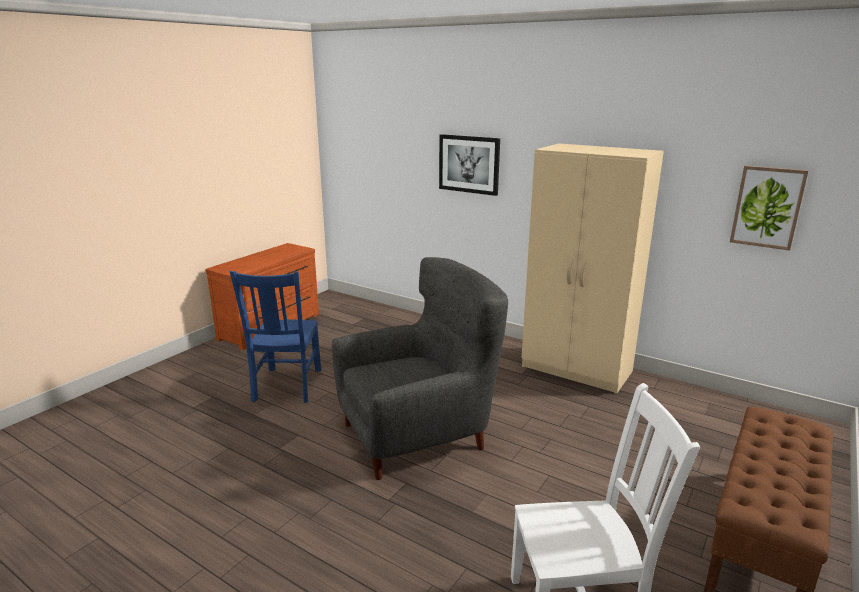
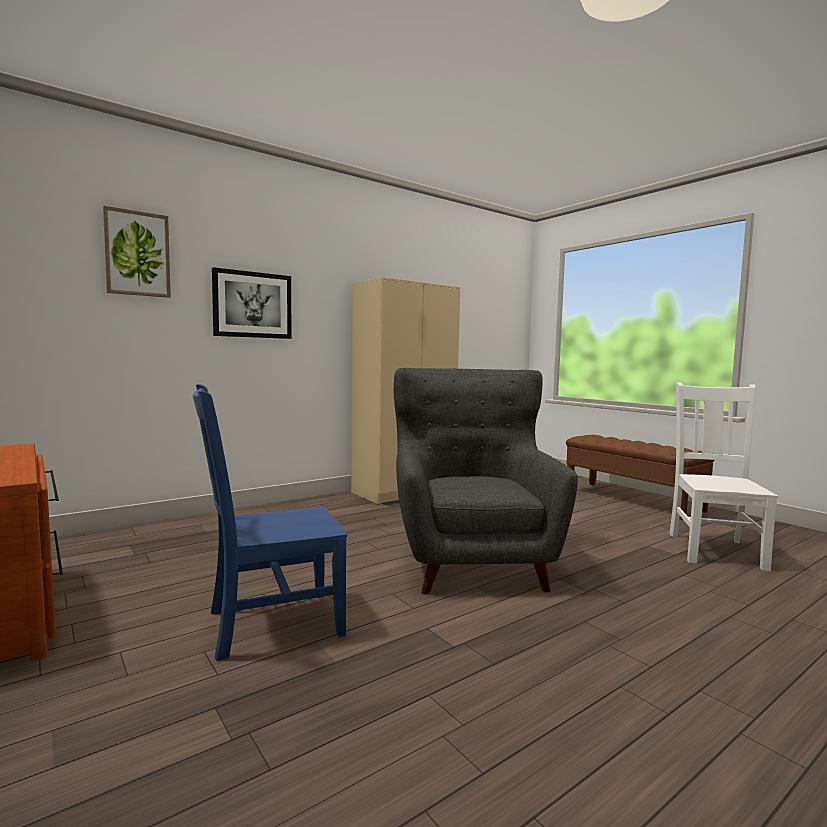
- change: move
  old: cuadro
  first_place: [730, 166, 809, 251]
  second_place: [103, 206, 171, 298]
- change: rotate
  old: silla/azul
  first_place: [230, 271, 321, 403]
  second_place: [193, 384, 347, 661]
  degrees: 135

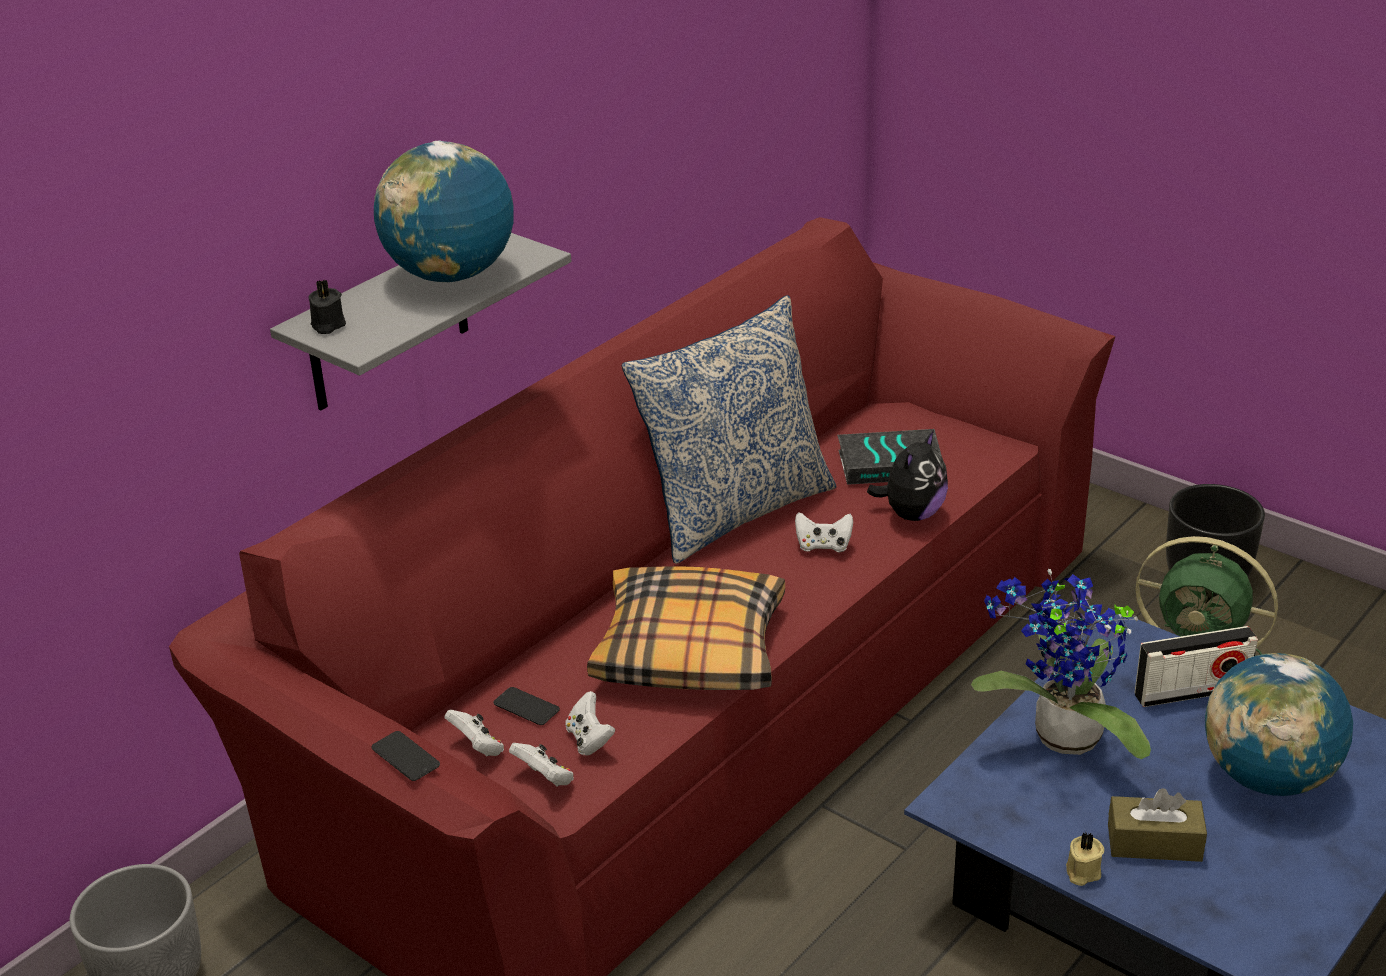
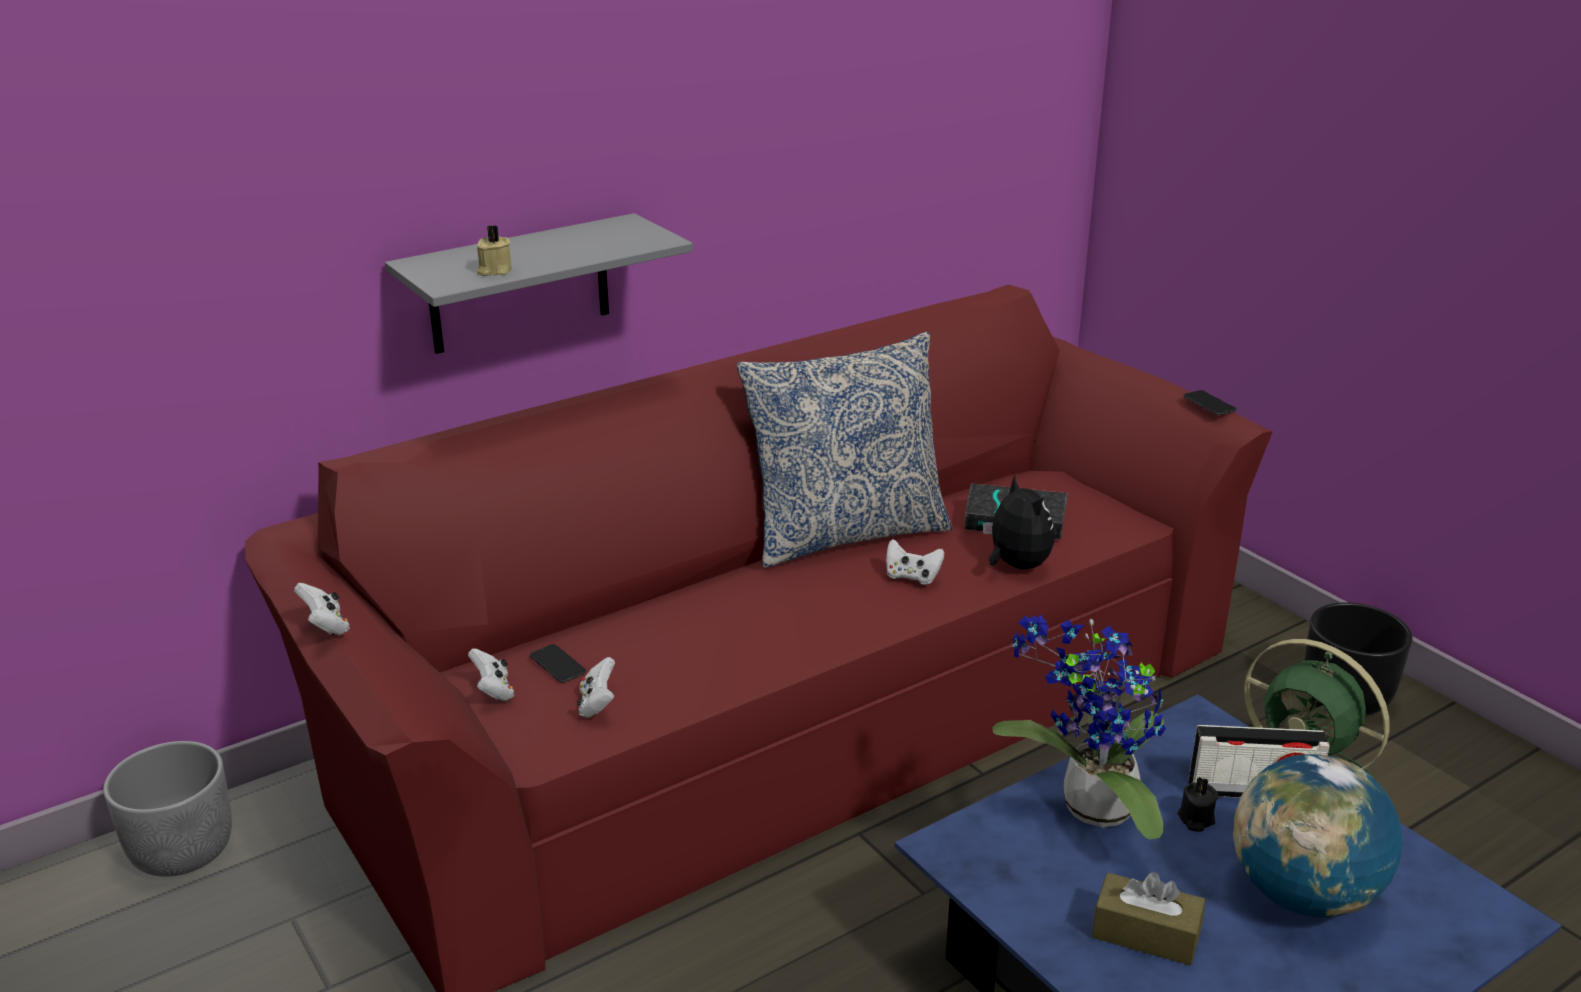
- change: delete
  old: globo terráqueo
  first_place: [374, 141, 514, 283]
- change: delete
  old: cojín
  first_place: [587, 566, 785, 690]
- change: move
  old: vela/negro
  first_place: [308, 279, 346, 334]
  second_place: [1177, 777, 1219, 832]
- change: move
  old: móvil
  first_place: [371, 731, 440, 781]
  second_place: [1183, 390, 1237, 415]
- change: move
  old: mando de consola/blanco
  first_place: [509, 743, 574, 786]
  second_place: [294, 583, 350, 635]
- change: move
  old: vela/beis
  first_place: [1066, 833, 1104, 886]
  second_place: [477, 225, 512, 276]
- change: rotate
  old: peluche
  first_place: [867, 430, 948, 521]
  second_place: [983, 475, 1054, 569]
  degrees: -75

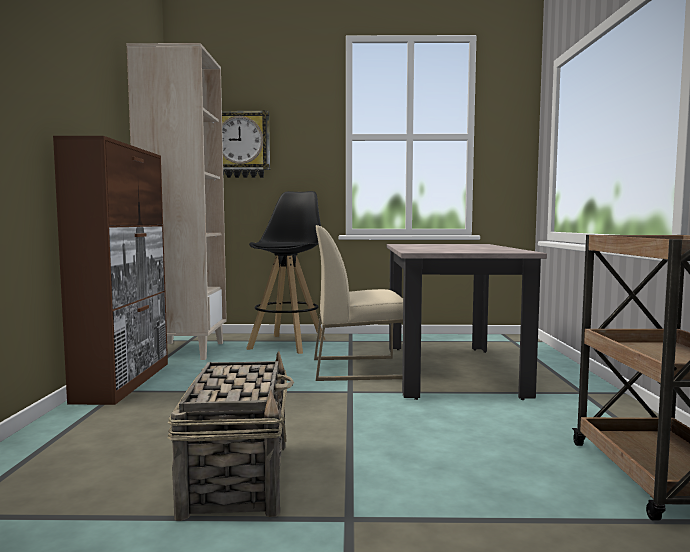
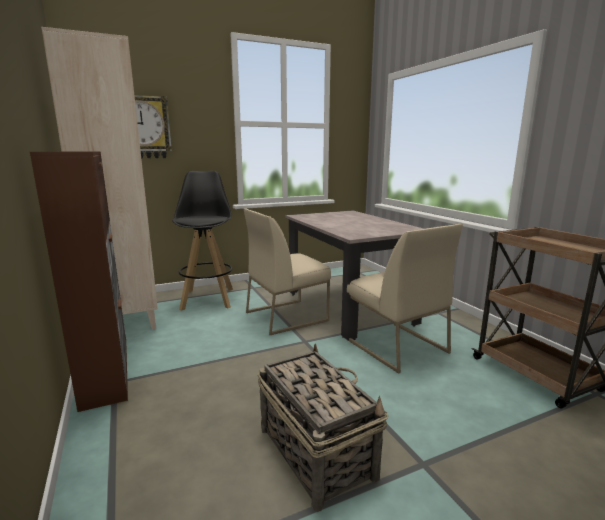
- change: insert
  new: silla/beis
  second_place: [347, 224, 463, 374]

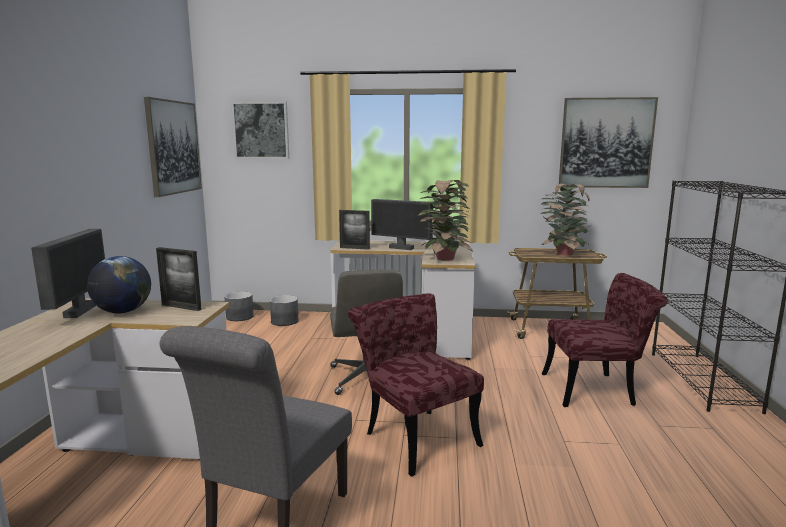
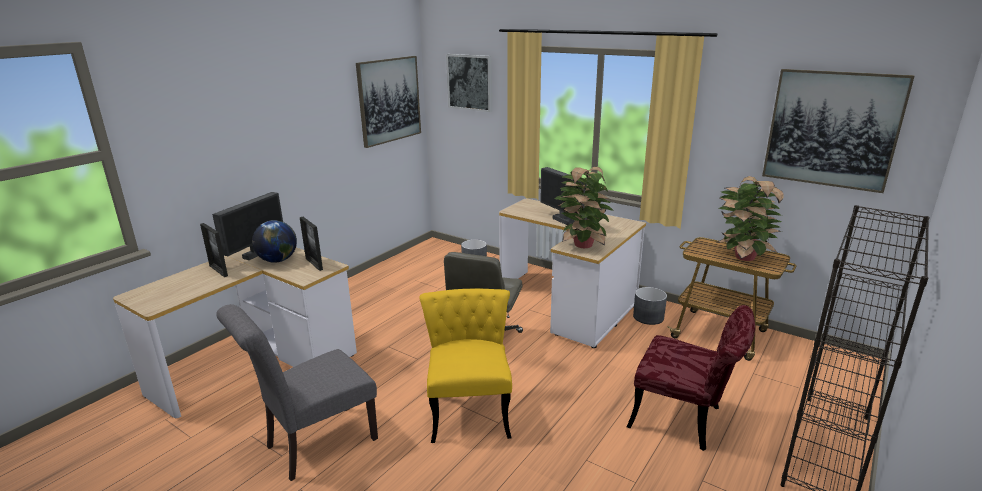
- change: move
  old: maceta/gris
  first_place: [224, 291, 254, 321]
  second_place: [633, 287, 667, 325]
- change: move
  old: portarretratos
  first_place: [339, 210, 370, 250]
  second_place: [200, 223, 228, 277]
- change: recolor
  old: silla/rojo
  new: silla/amarillo
  first_place: [348, 293, 484, 476]
  second_place: [420, 289, 512, 443]

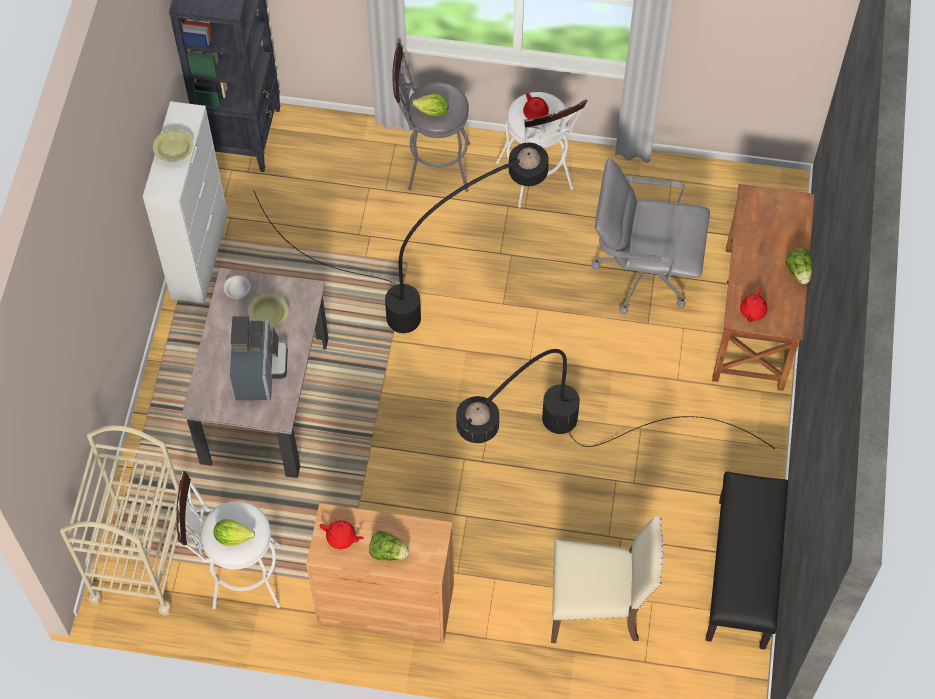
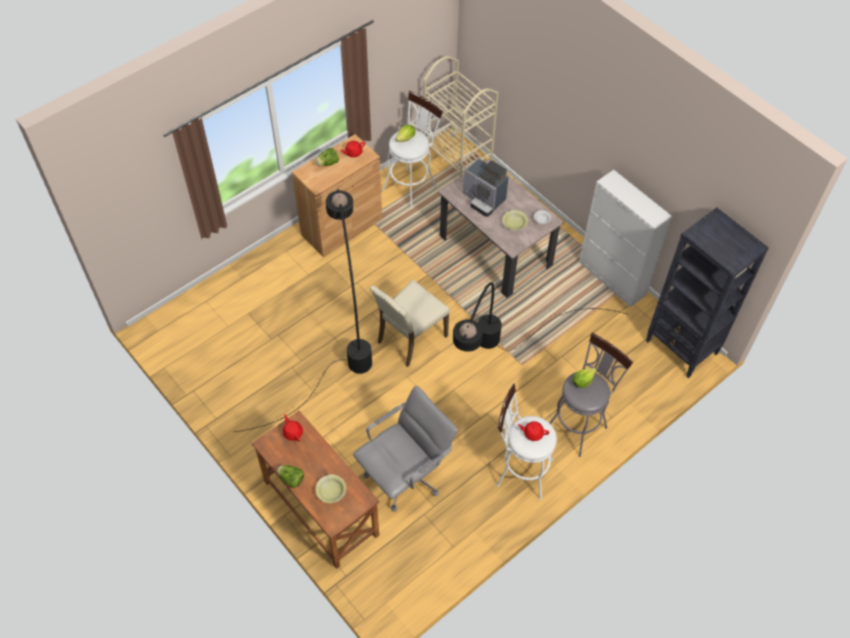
- change: delete
  old: banco/negro
  first_place: [706, 472, 788, 650]
- change: move
  old: cuenco/amarillo
  first_place: [153, 129, 193, 163]
  second_place: [315, 475, 346, 503]
- change: move
  old: silla/beis
  first_place: [551, 516, 663, 643]
  second_place: [370, 280, 450, 367]

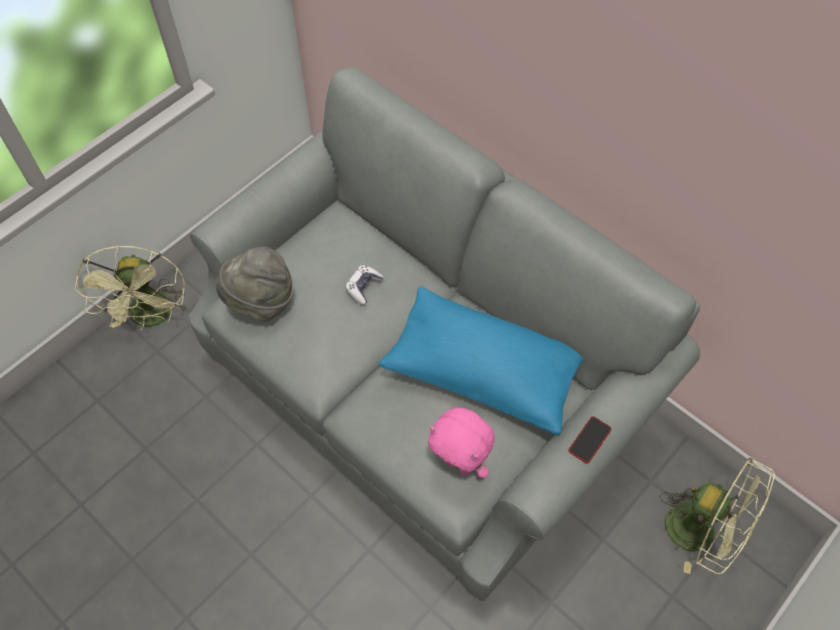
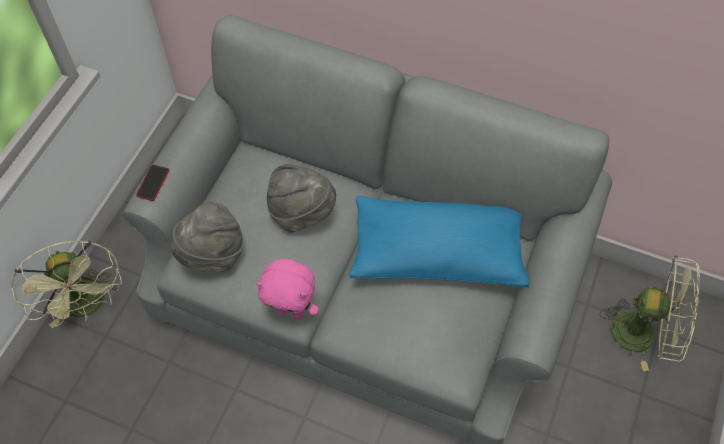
- change: move
  old: peluche/rosa
  first_place: [428, 407, 495, 478]
  second_place: [256, 259, 319, 320]
- change: move
  old: móvil
  first_place: [568, 416, 611, 463]
  second_place: [136, 165, 169, 201]
- change: replace
  old: mando de consola
  new: sombrero/gris
  first_place: [345, 265, 383, 305]
  second_place: [267, 164, 336, 232]

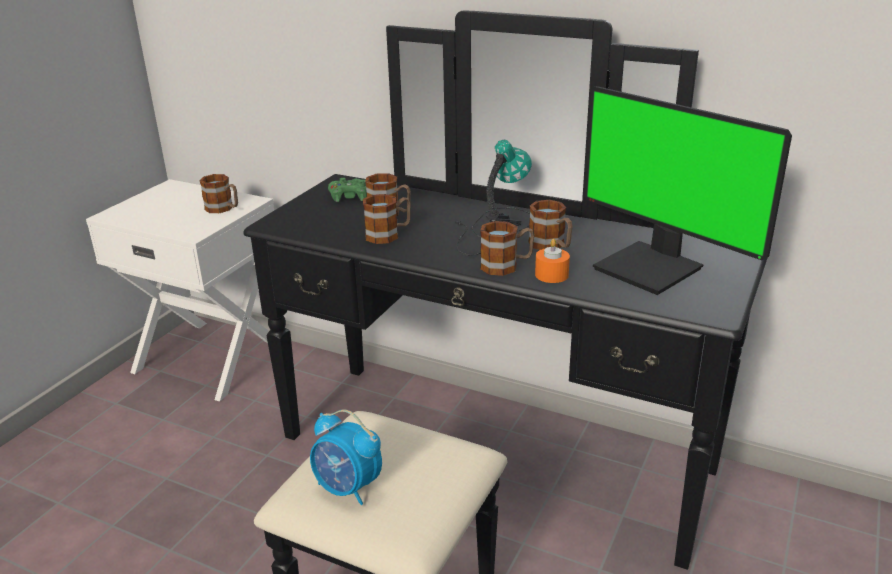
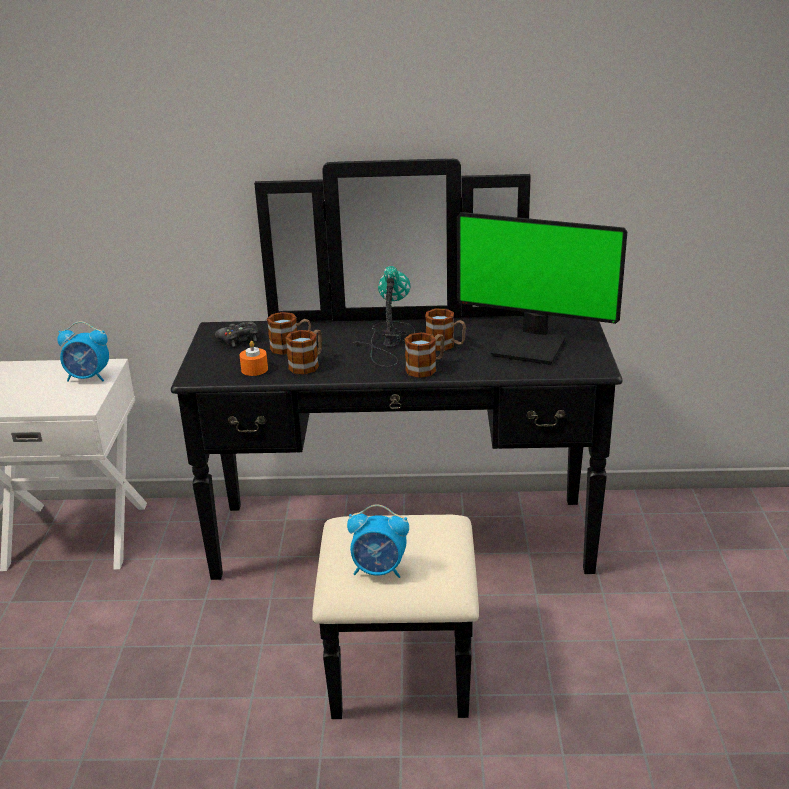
- change: move
  old: vela/naranja
  first_place: [535, 239, 570, 283]
  second_place: [239, 341, 268, 376]
- change: replace
  old: taza grande
  new: despertador
  first_place: [200, 174, 238, 213]
  second_place: [57, 321, 109, 382]
- change: recolor
  old: mando de consola/verde
  new: mando de consola/negro
  first_place: [328, 178, 367, 202]
  second_place: [215, 322, 258, 347]

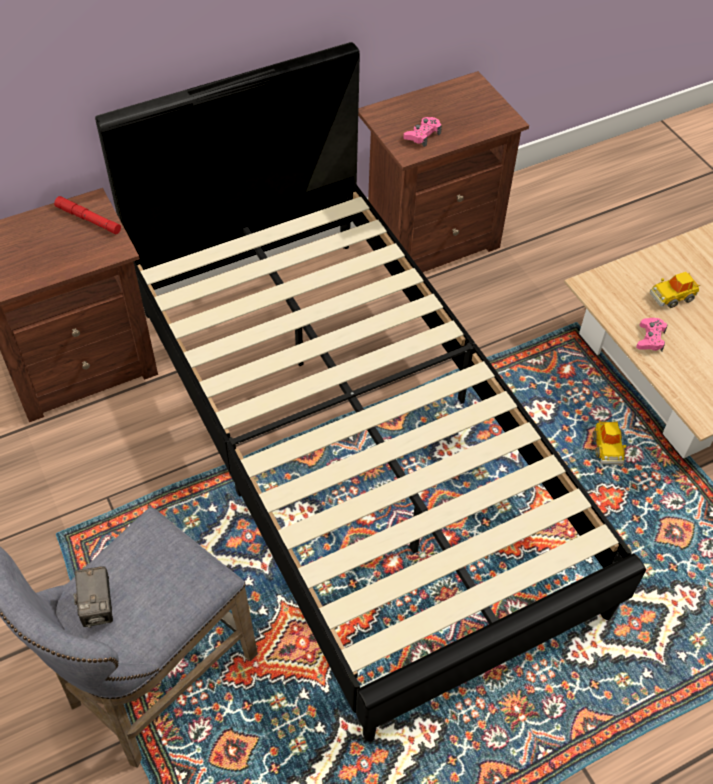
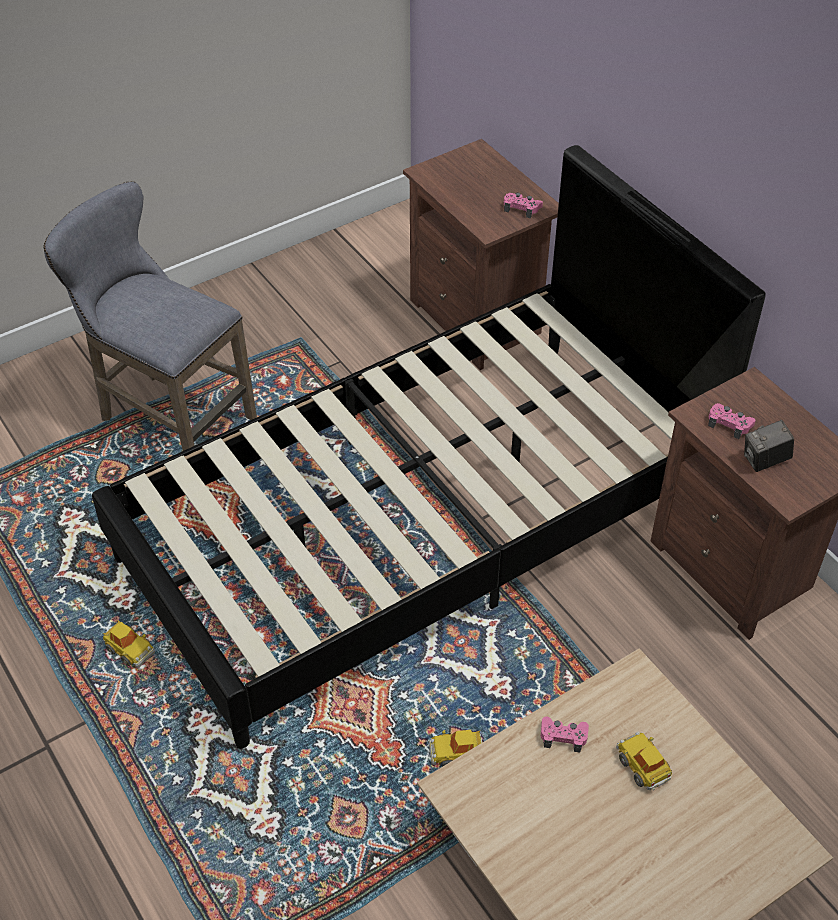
- change: insert
  new: coche de juguete
  second_place: [103, 620, 155, 668]
- change: move
  old: cámara
  first_place: [73, 566, 113, 628]
  second_place: [744, 420, 794, 472]
- change: replace
  old: linterna/rojo
  new: mando de consola/rosa
  first_place: [54, 196, 121, 234]
  second_place: [504, 193, 543, 219]

